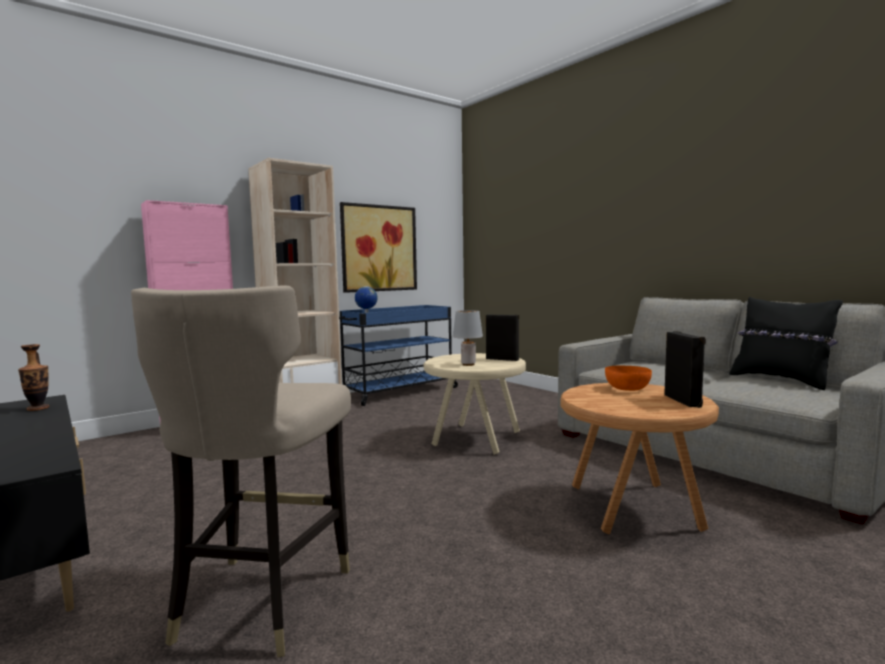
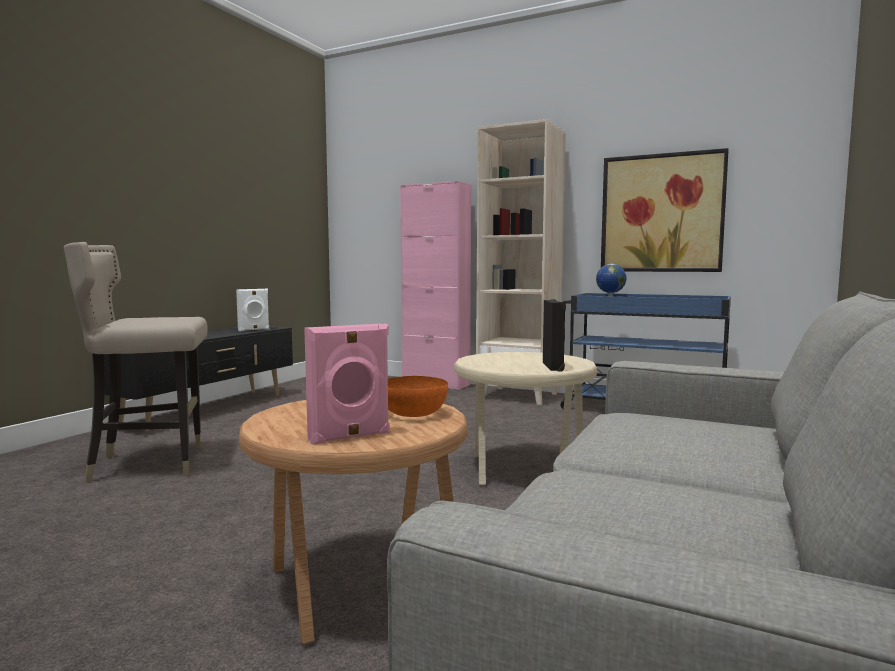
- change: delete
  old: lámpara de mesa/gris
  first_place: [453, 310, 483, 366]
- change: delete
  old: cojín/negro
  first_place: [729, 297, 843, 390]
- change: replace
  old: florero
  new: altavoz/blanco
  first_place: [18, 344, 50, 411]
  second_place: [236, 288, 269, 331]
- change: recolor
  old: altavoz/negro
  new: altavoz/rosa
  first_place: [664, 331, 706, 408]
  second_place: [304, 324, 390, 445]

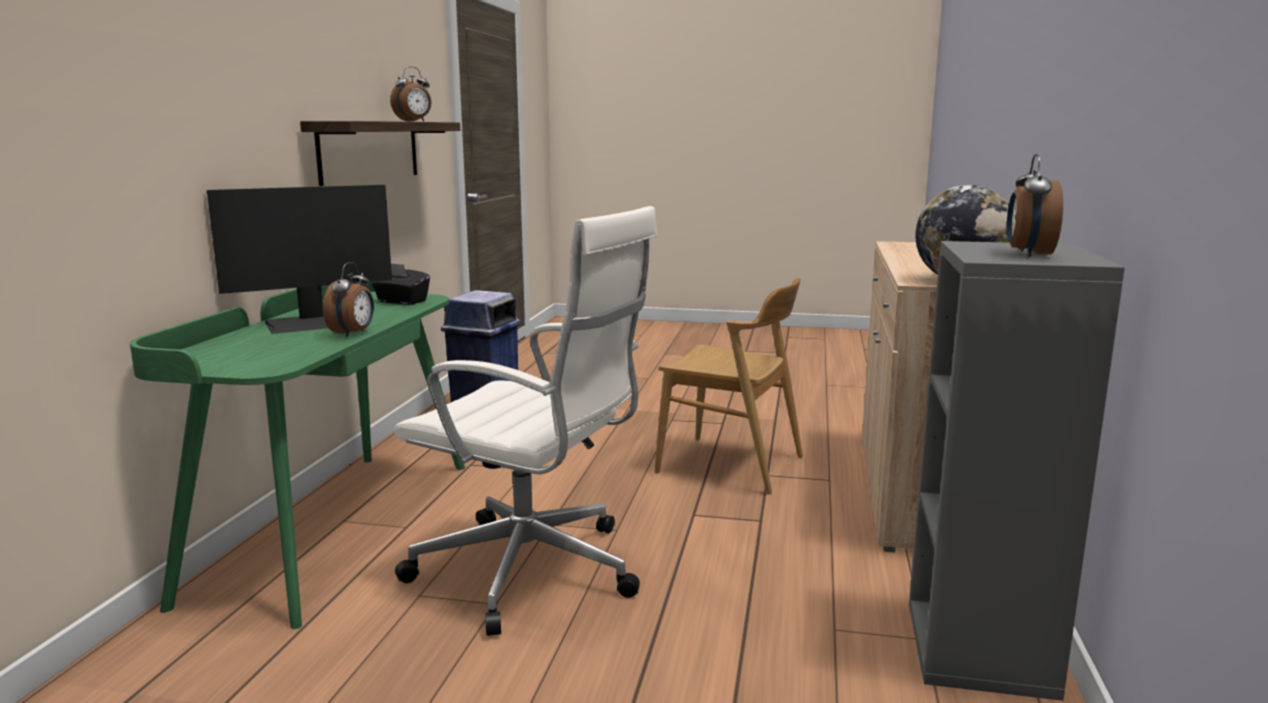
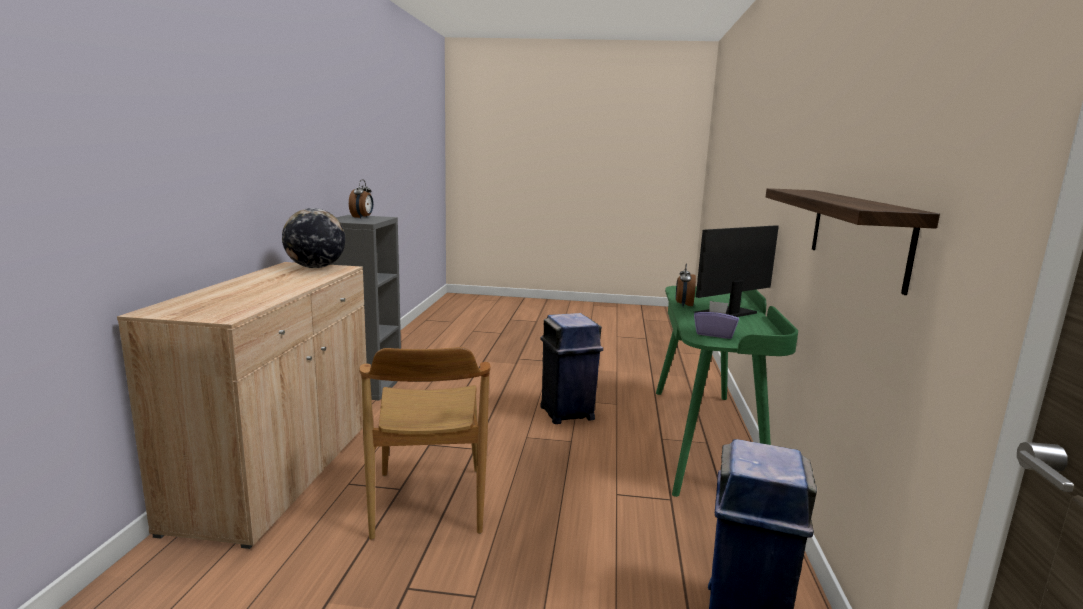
- change: delete
  old: despertador
  first_place: [390, 67, 431, 122]
- change: replace
  old: silla de oficina/blanco
  new: papelera/azul
  first_place: [394, 206, 658, 636]
  second_place: [540, 313, 603, 424]
- change: recolor
  old: caja de pañuelos/negro
  new: caja de pañuelos/morado
  first_place: [372, 264, 430, 305]
  second_place: [694, 301, 739, 339]
- change: rotate
  old: silla/marrón
  first_place: [654, 278, 803, 495]
  second_place: [359, 347, 491, 540]
  degrees: -120

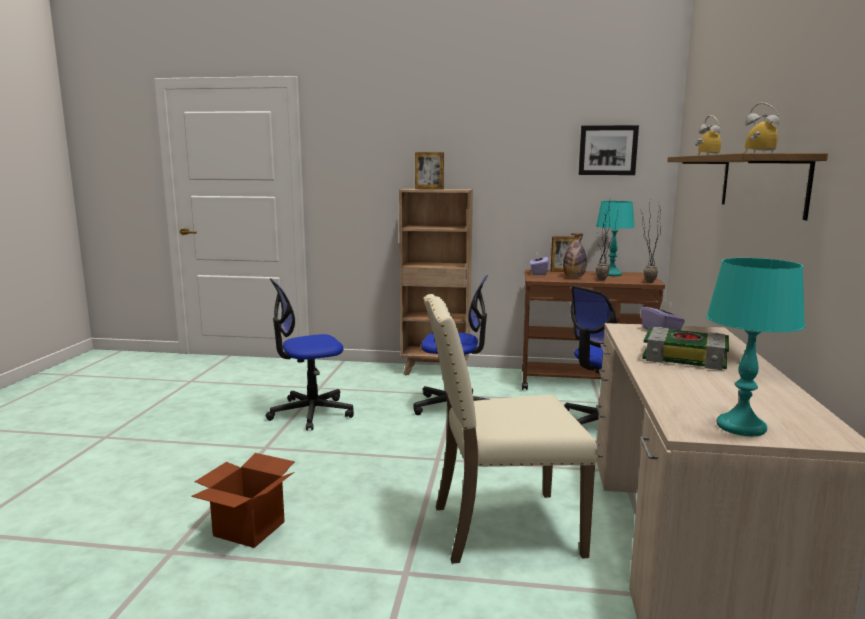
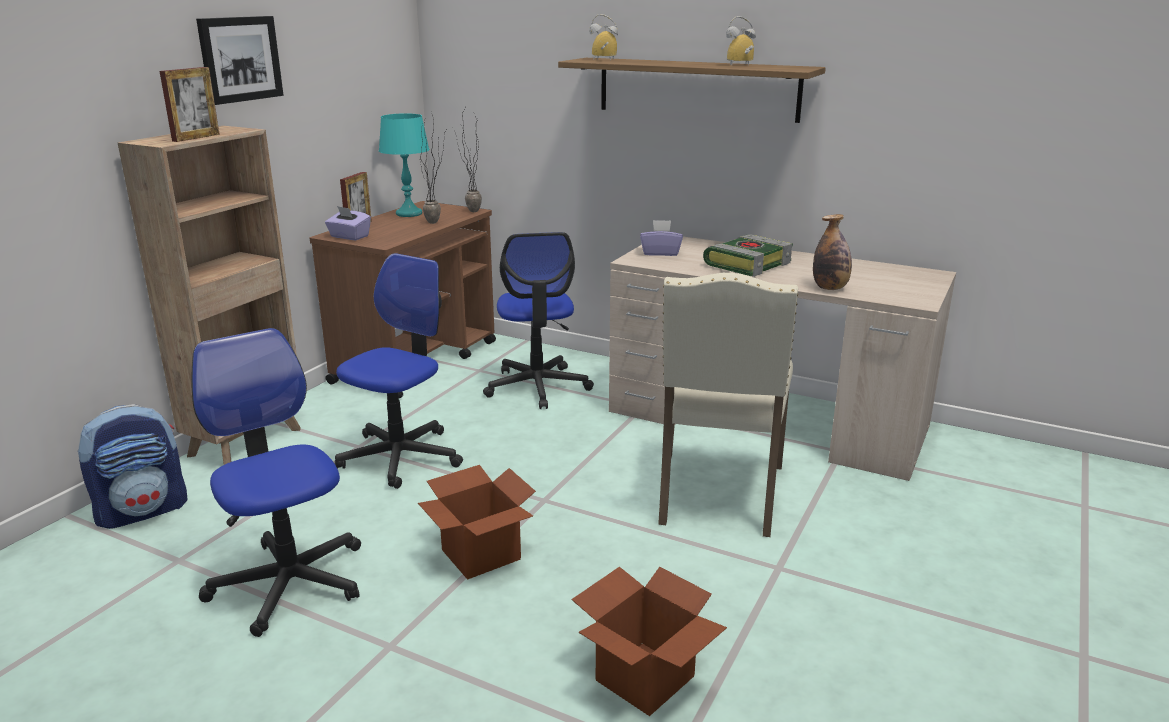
- change: delete
  old: lámpara de mesa/turquesa
  first_place: [706, 258, 805, 436]
- change: insert
  new: mochila
  second_place: [78, 404, 188, 529]
- change: insert
  new: caja de cartón
  second_place: [418, 465, 536, 580]
- change: move
  old: botella
  first_place: [563, 233, 587, 278]
  second_place: [813, 214, 852, 290]
- change: move
  old: cuadro
  first_place: [578, 125, 639, 175]
  second_place: [196, 16, 284, 105]
- change: rotate
  old: silla de oficina
  first_place: [266, 278, 354, 431]
  second_place: [191, 328, 361, 637]
  degrees: 150

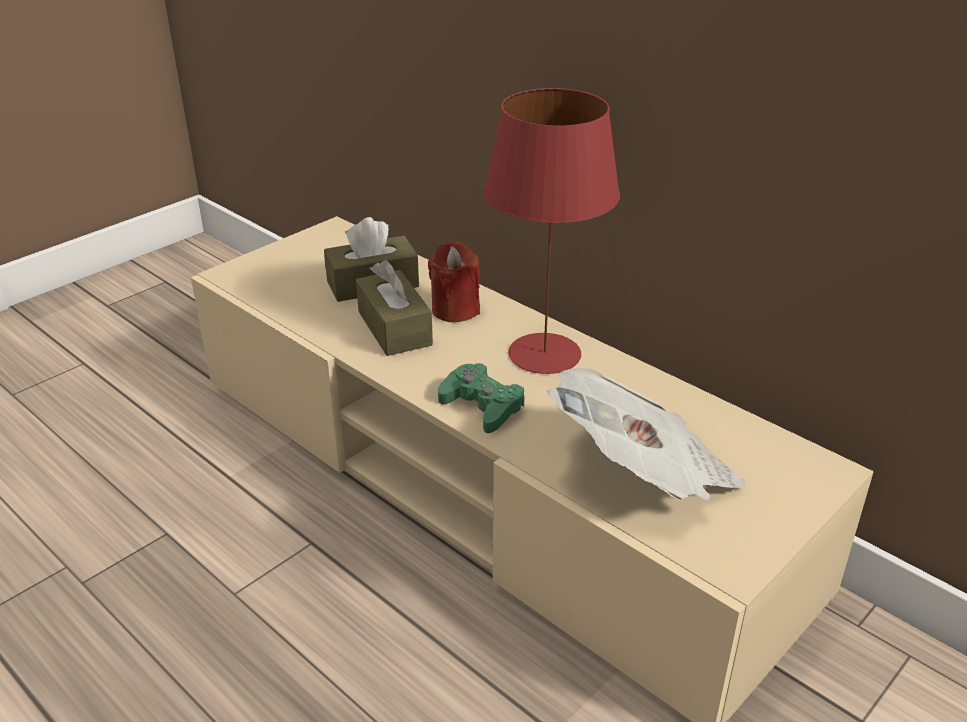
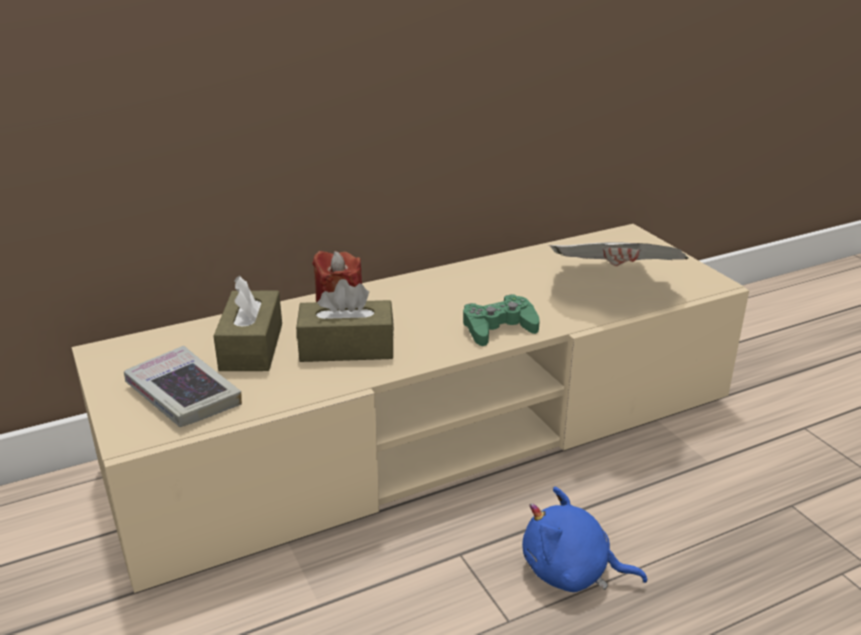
- change: delete
  old: lámpara de mesa/rojo
  first_place: [484, 88, 620, 374]
- change: insert
  new: libro
  second_place: [124, 346, 242, 427]
- change: insert
  new: peluche/azul
  second_place: [522, 487, 647, 592]

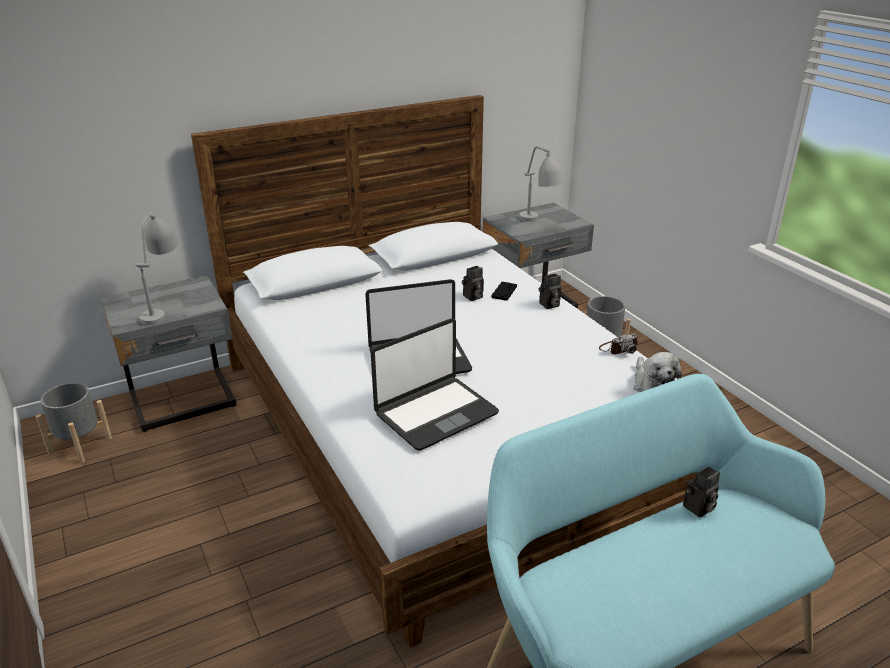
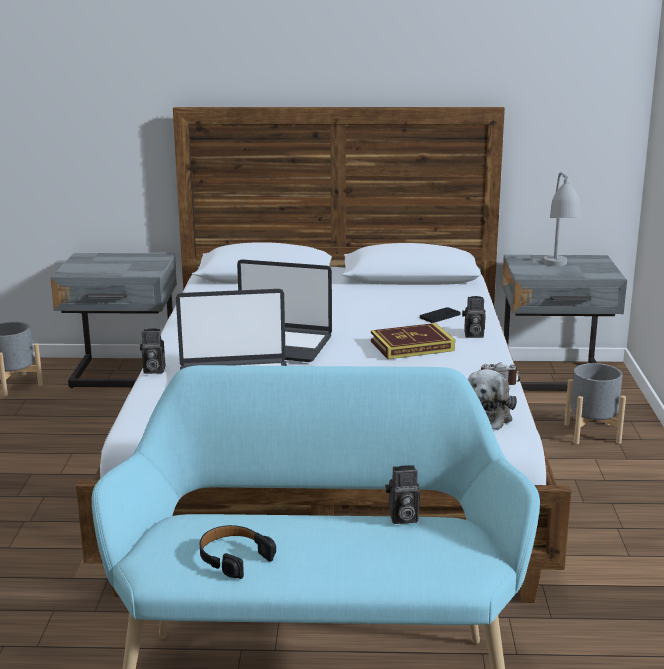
- change: delete
  old: lámpara de mesa/gris
  first_place: [135, 211, 178, 325]
- change: insert
  new: auriculares/negro
  second_place: [200, 525, 276, 579]
- change: insert
  new: libro
  second_place: [371, 323, 455, 359]
- change: move
  old: cámara
  first_place: [462, 266, 484, 301]
  second_place: [140, 328, 165, 374]

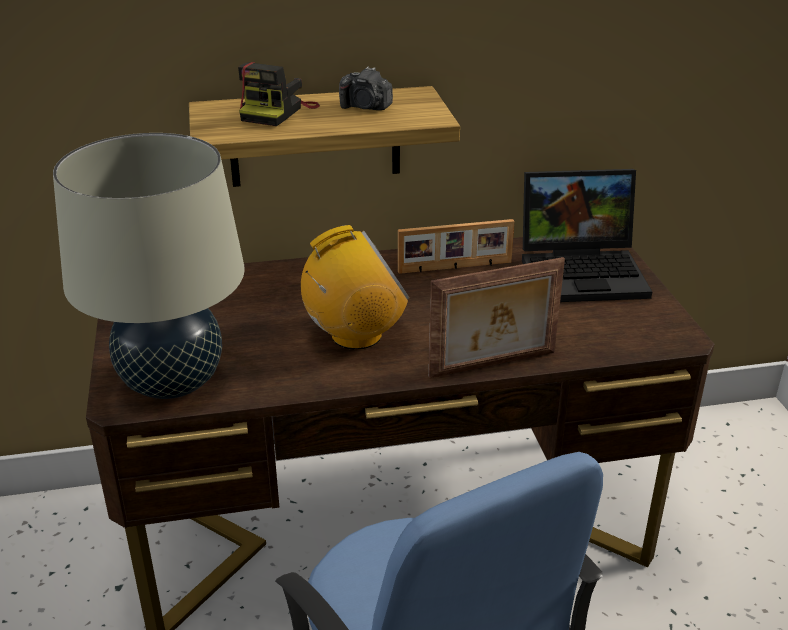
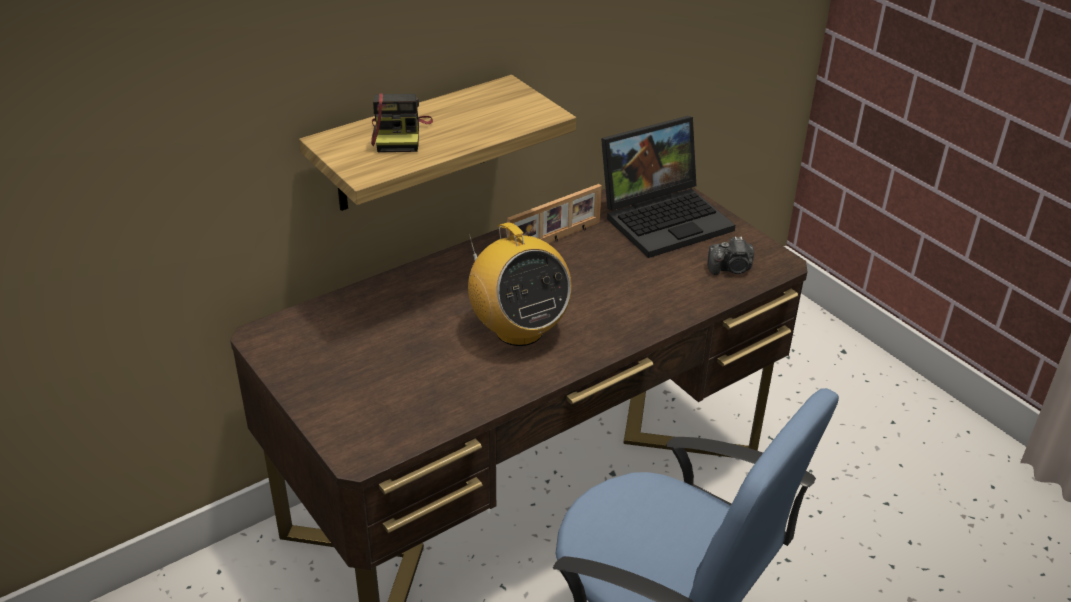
- change: delete
  old: lámpara de mesa/beis
  first_place: [53, 133, 245, 399]
- change: delete
  old: portarretratos
  first_place: [429, 257, 565, 378]
- change: move
  old: cámara
  first_place: [339, 67, 393, 110]
  second_place: [708, 237, 754, 275]
- change: rotate
  old: radio
  first_place: [301, 225, 410, 350]
  second_place: [468, 222, 572, 346]
  degrees: 105

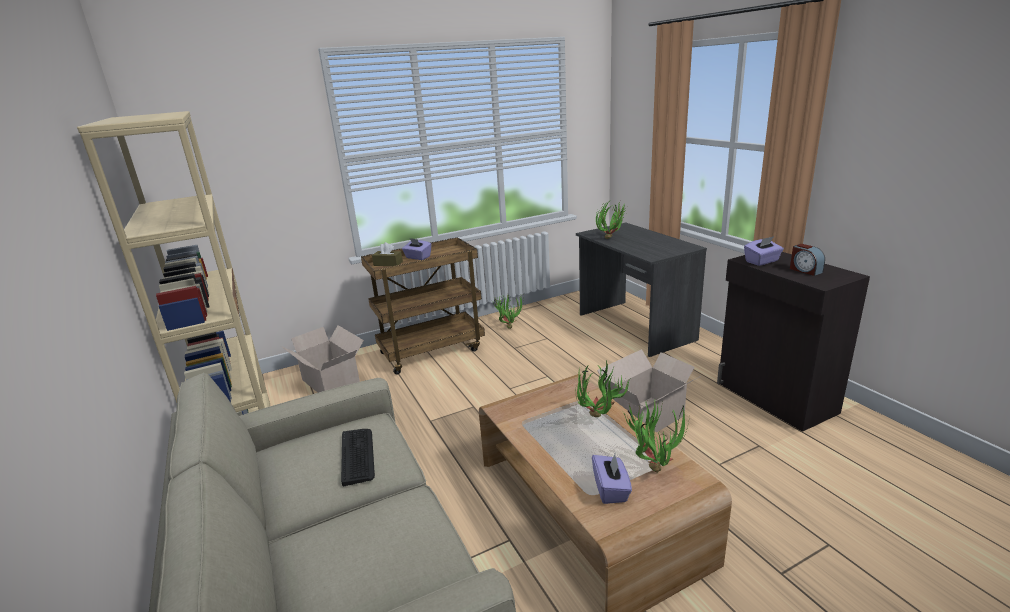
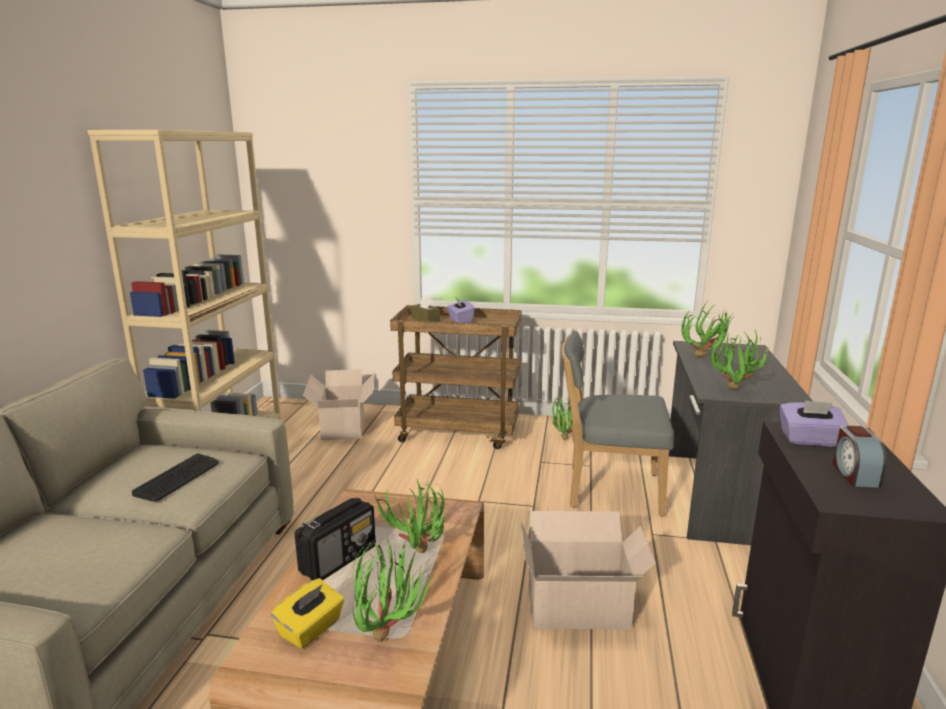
- change: insert
  new: radio
  second_place: [294, 498, 376, 580]
- change: insert
  new: silla/gris
  second_place: [561, 331, 674, 517]
- change: insert
  new: planta en maceta
  second_place: [709, 330, 770, 390]
- change: recolor
  old: caja de pañuelos/morado
  new: caja de pañuelos/amarillo
  first_place: [592, 454, 632, 504]
  second_place: [271, 578, 344, 649]

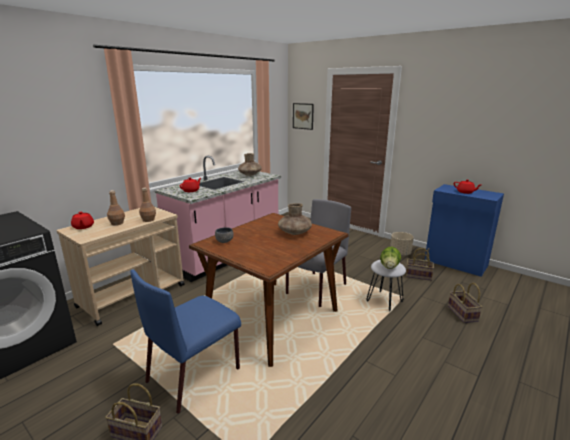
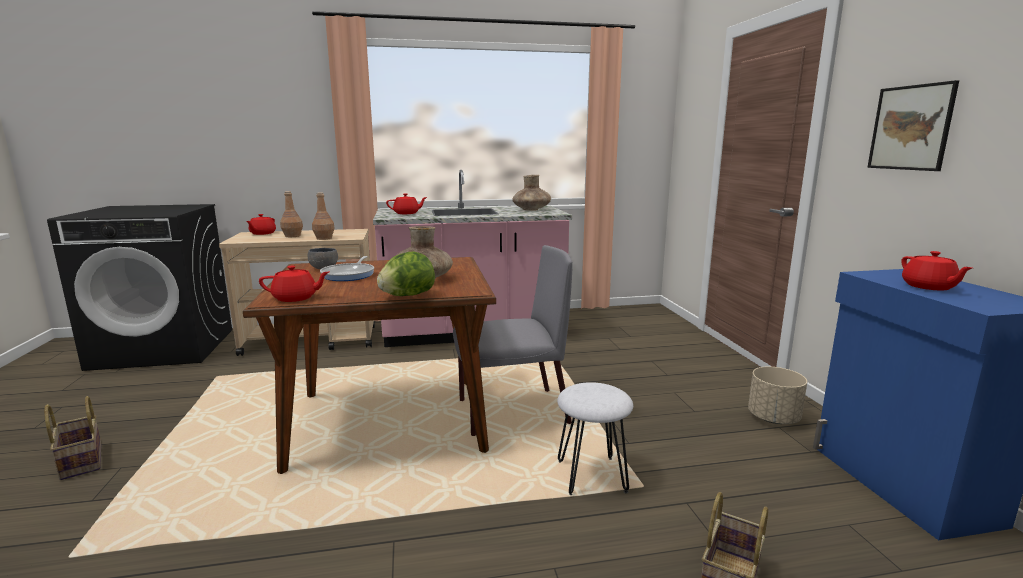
- change: delete
  old: silla/azul
  first_place: [130, 270, 241, 414]
- change: delete
  old: cesta
  first_place: [406, 248, 434, 281]
- change: insert
  new: tetera/rojo
  second_place: [259, 265, 329, 302]
- change: insert
  new: sartén
  second_place: [320, 256, 374, 281]
- change: move
  old: cuadro
  first_place: [293, 103, 314, 130]
  second_place: [867, 80, 959, 171]
- change: move
  old: lechuga
  first_place: [380, 246, 401, 269]
  second_place: [377, 251, 435, 296]

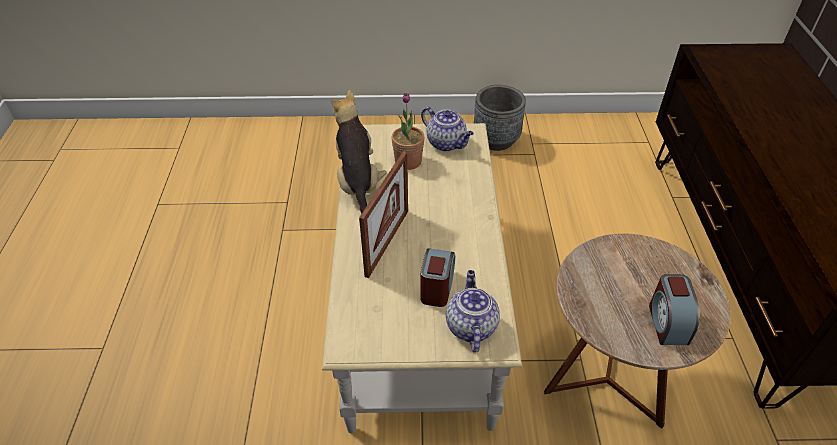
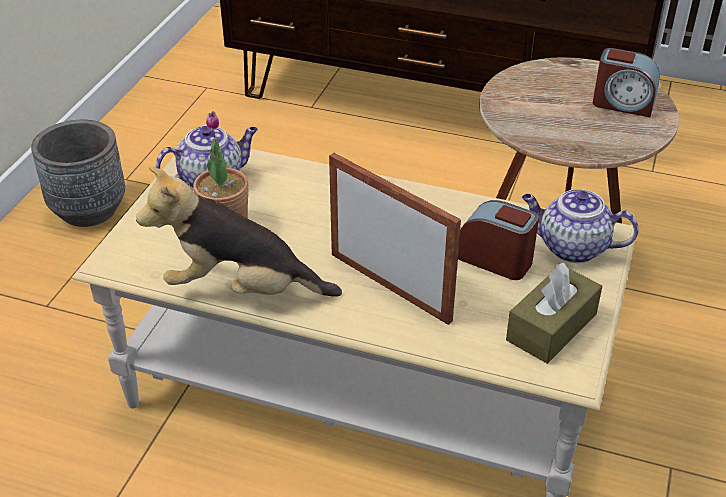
- change: insert
  new: caja de pañuelos/marrón
  second_place: [506, 262, 602, 363]

